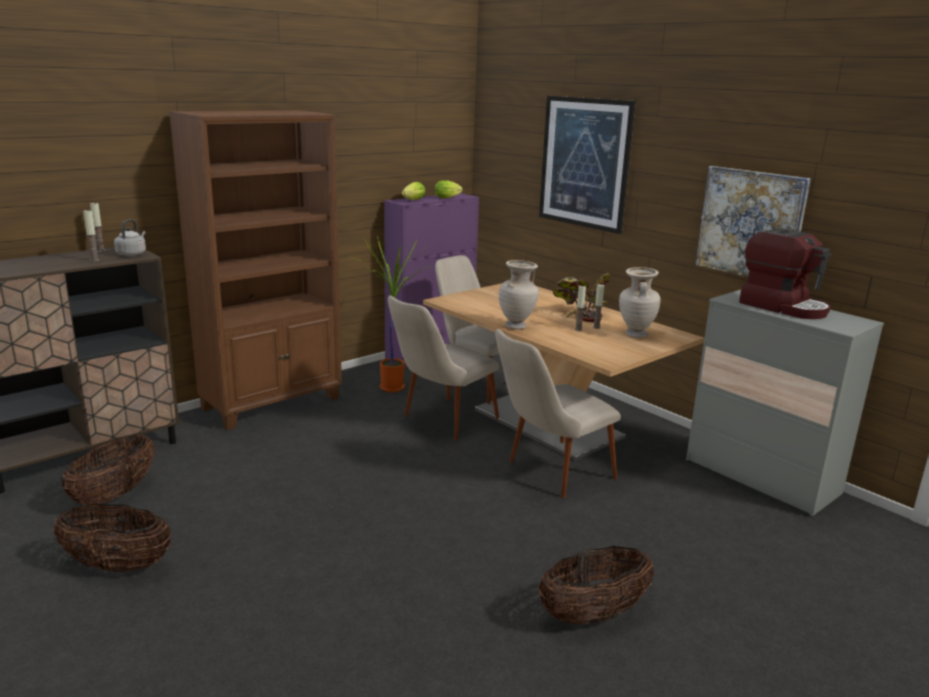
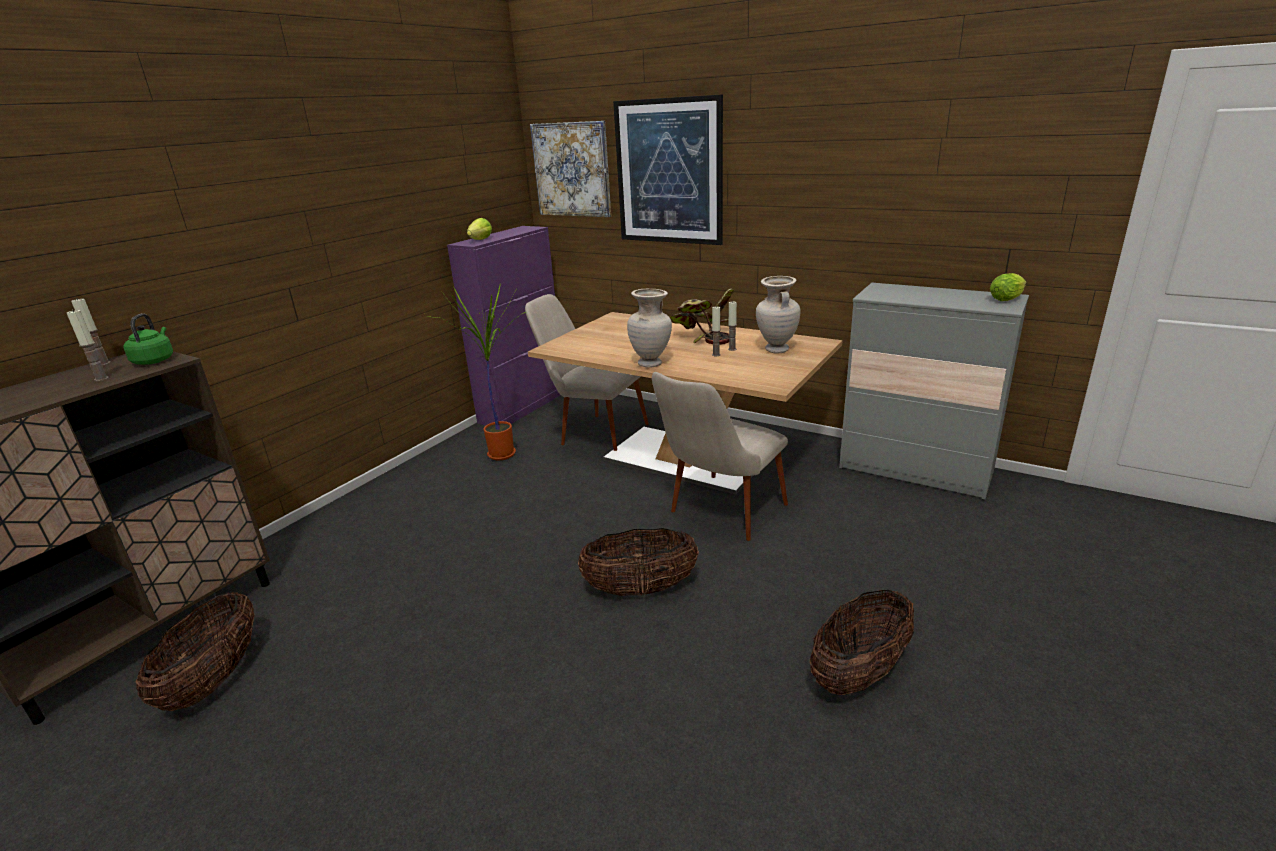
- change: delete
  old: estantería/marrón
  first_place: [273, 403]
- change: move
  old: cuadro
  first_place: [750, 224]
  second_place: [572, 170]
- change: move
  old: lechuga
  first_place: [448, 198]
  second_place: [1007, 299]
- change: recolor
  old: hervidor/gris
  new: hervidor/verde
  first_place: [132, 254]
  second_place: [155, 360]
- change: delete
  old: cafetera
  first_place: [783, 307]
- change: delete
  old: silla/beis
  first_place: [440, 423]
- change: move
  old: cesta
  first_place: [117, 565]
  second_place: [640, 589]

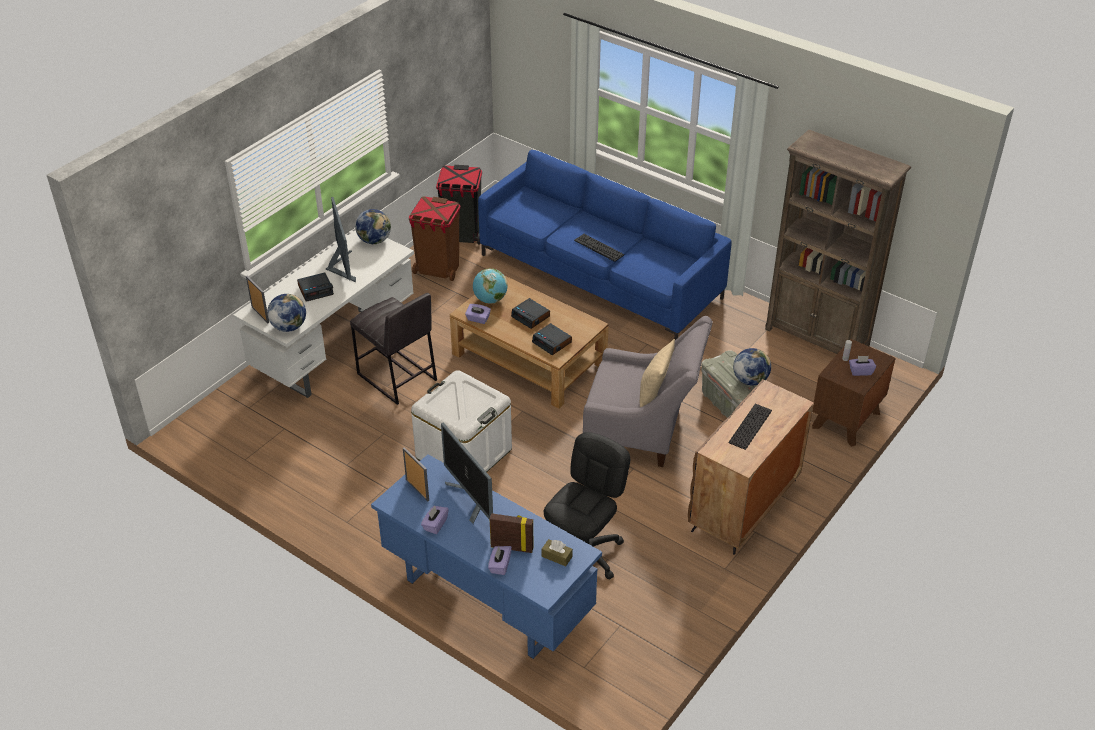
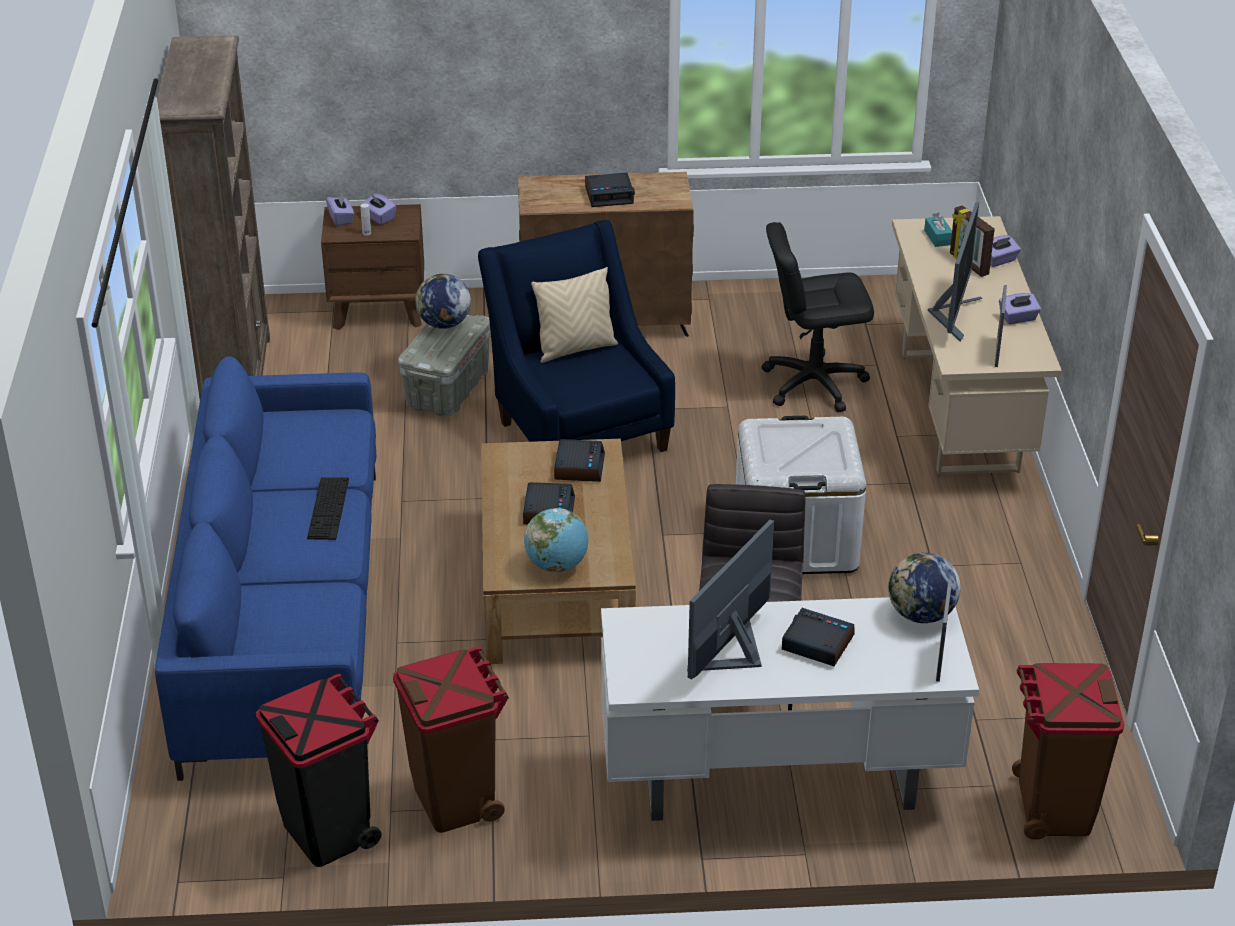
- change: delete
  old: globo terráqueo
  first_place: [374, 240]
- change: move
  old: caja de pañuelos/morado
  first_place: [478, 319]
  second_place: [341, 219]
- change: recolor
  old: sillón/gris
  new: sillón/azul
  first_place: [643, 432]
  second_place: [578, 429]
- change: replace
  old: teclado
  new: despertador
  first_place: [750, 426]
  second_place: [609, 195]
- change: recolor
  old: escritorio/azul
  new: escritorio/beis
  first_place: [486, 599]
  second_place: [960, 411]
- change: recolor
  old: caja de pañuelos/marrón
  new: caja de pañuelos/turquesa
  first_place: [557, 556]
  second_place: [938, 237]
- change: insert
  new: papelera/marrón
  second_place: [1052, 808]

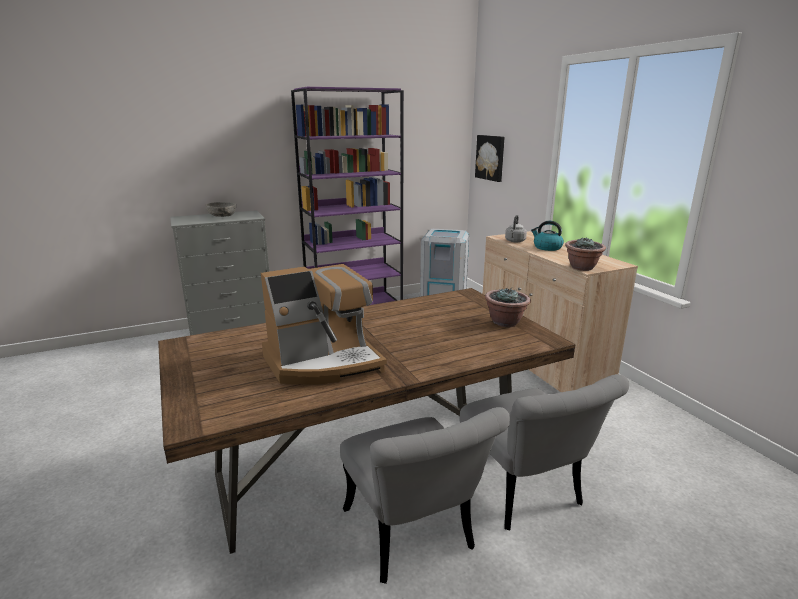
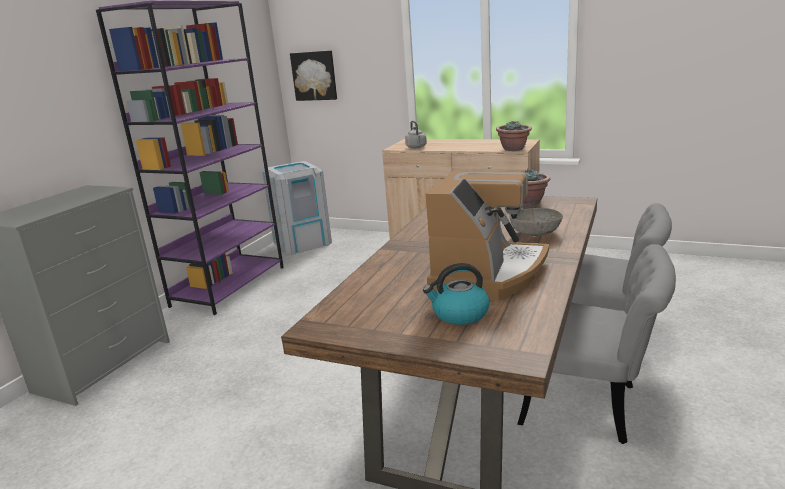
- change: move
  old: cuenco/gris
  first_place: [222, 216]
  second_place: [535, 233]
- change: move
  old: hervidor
  first_place: [547, 247]
  second_place: [459, 314]

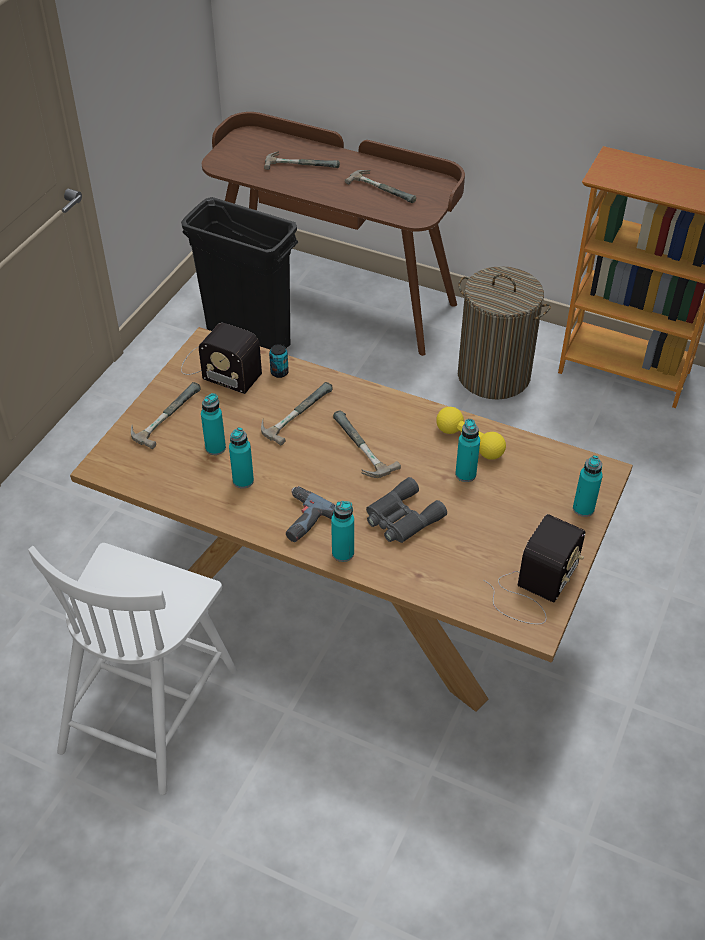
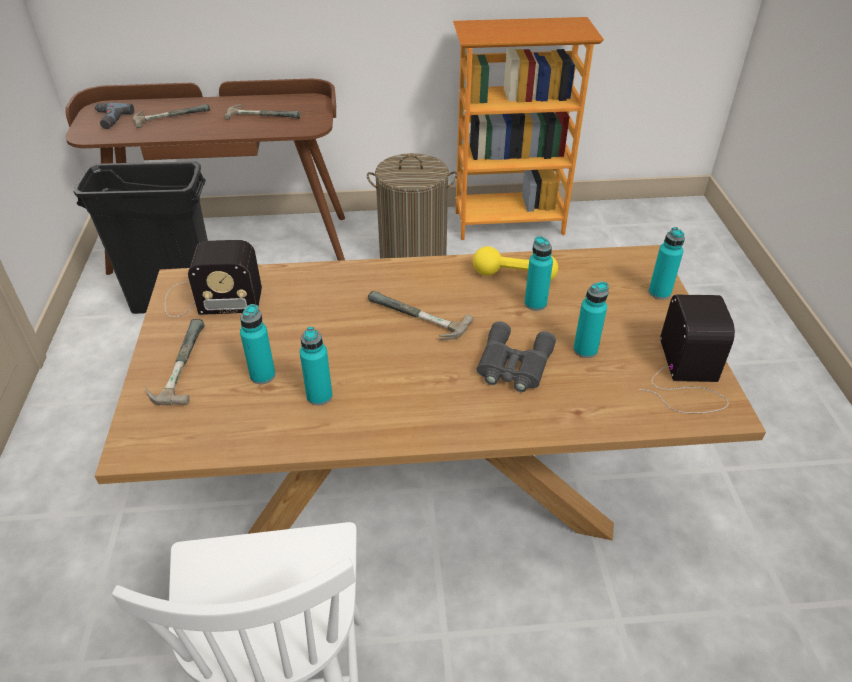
- change: delete
  old: lata
  first_place: [279, 372]
- change: delete
  old: martillo
  first_place: [294, 411]
- change: move
  old: taladro
  first_place: [301, 519]
  second_place: [108, 120]
- change: move
  old: botella/turquesa
  first_place: [343, 553]
  second_place: [585, 350]

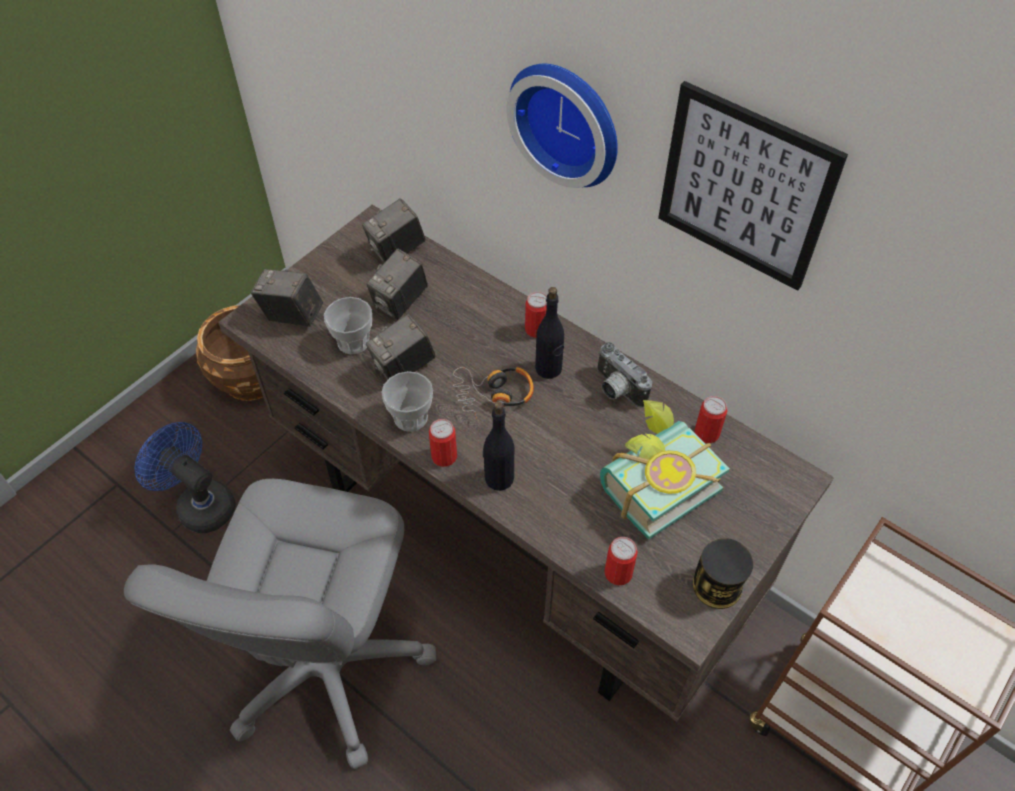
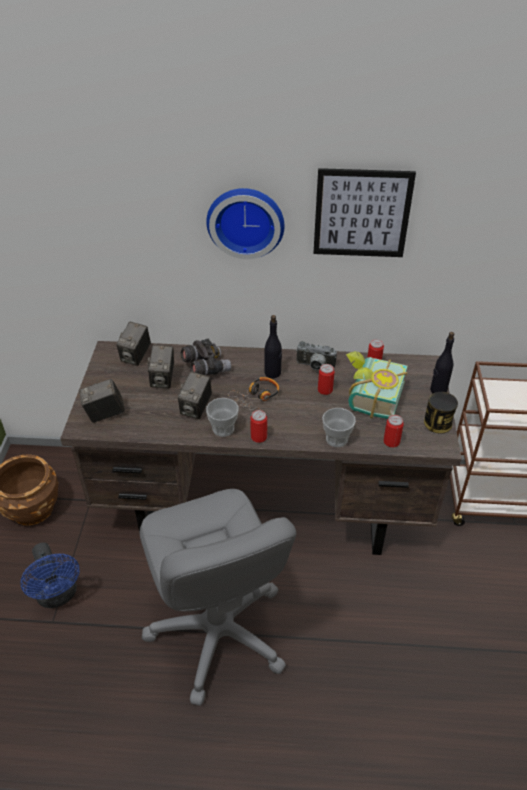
- change: move
  old: lata
  first_place: [536, 329]
  second_place: [325, 390]
- change: move
  old: taza
  first_place: [353, 342]
  second_place: [336, 439]
- change: move
  old: botella/negro
  first_place: [498, 478]
  second_place: [438, 390]
- change: rotate
  old: ventilador/azul
  first_place: [200, 504]
  second_place: [58, 596]
  degrees: -120
- change: insert
  new: prismáticos/gris
  second_place: [205, 368]

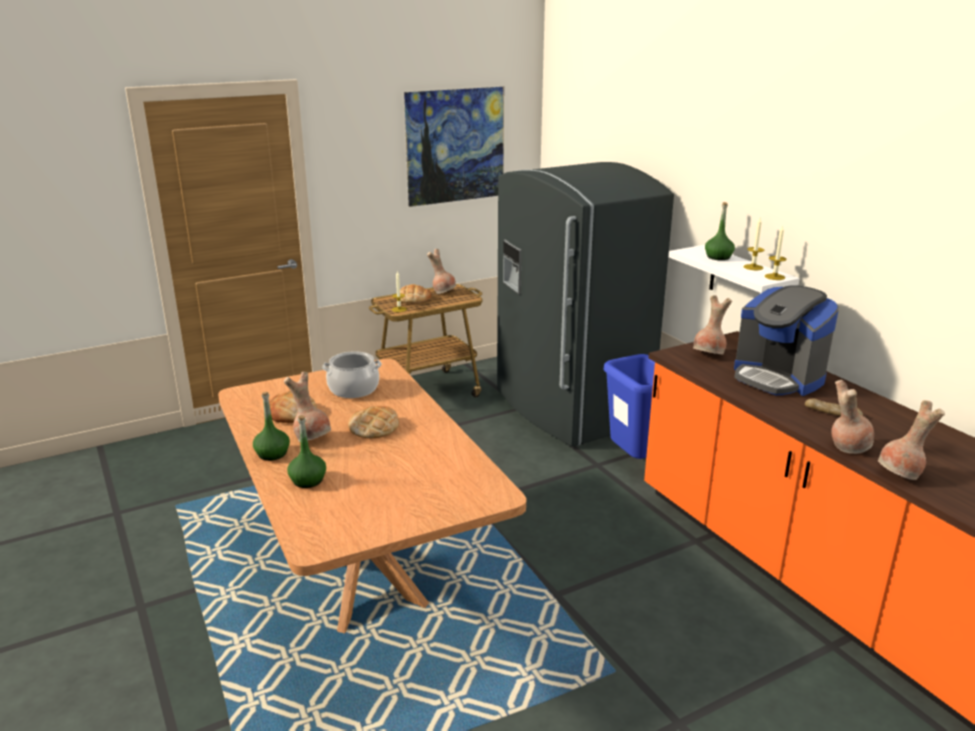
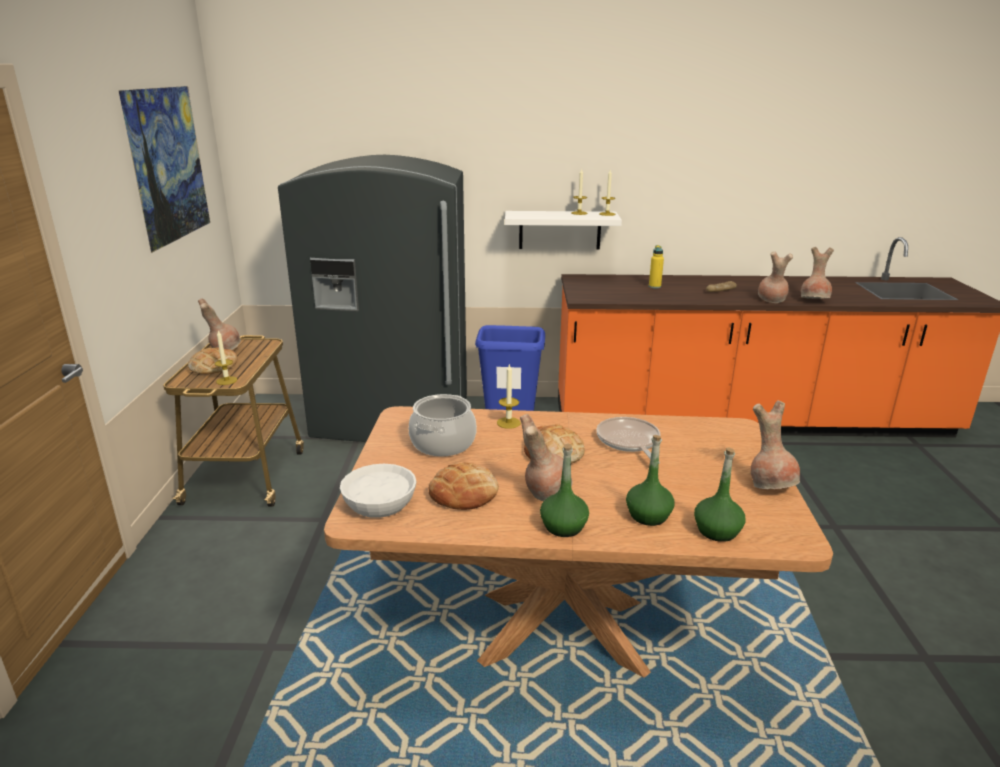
- change: move
  old: botella/verde
  first_place: [718, 257]
  second_place: [717, 531]
- change: replace
  old: cafetera
  new: botella/amarillo
  first_place: [777, 378]
  second_place: [654, 286]
- change: move
  old: florero/marrón
  first_place: [709, 354]
  second_place: [771, 486]
- change: insert
  new: vela
  second_place: [508, 423]
- change: insert
  new: sartén
  second_place: [629, 442]
- change: insert
  new: cuenco/blanco
  second_place: [380, 503]

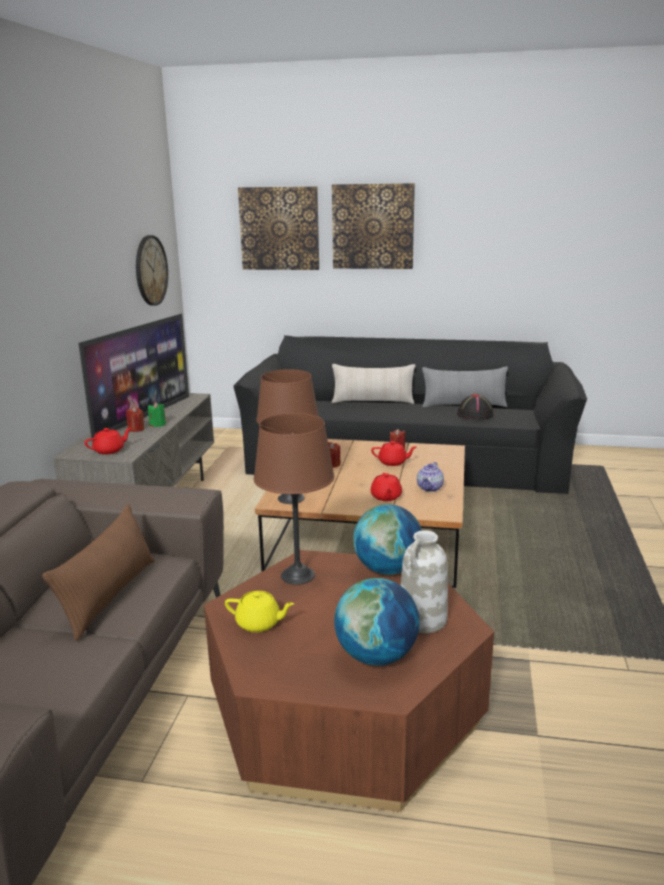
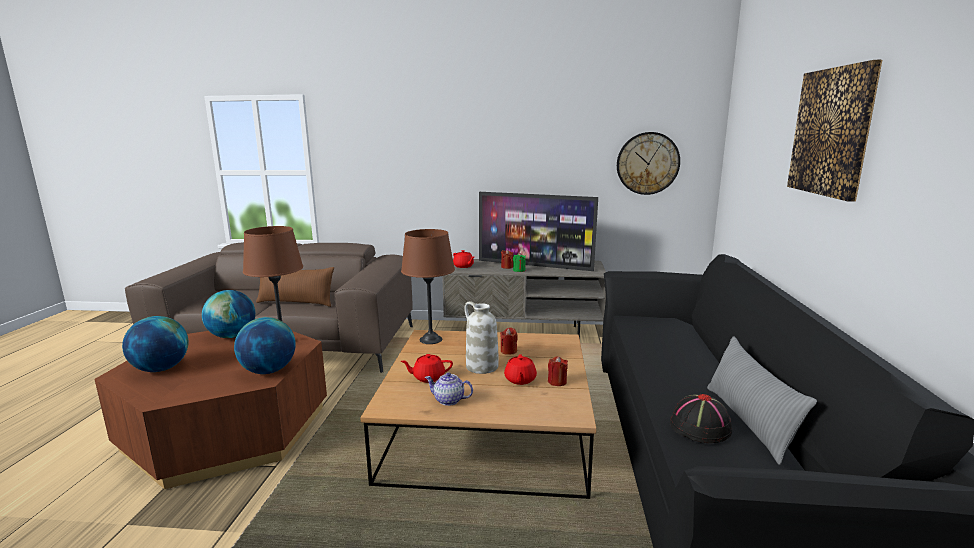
- change: delete
  old: cuadro
  first_place: [279, 228]
- change: delete
  old: cojín/beis
  first_place: [373, 401]
- change: move
  old: florero/blanco
  first_place: [423, 620]
  second_place: [481, 366]
- change: replace
  old: tetera/amarillo
  new: globo terráqueo
  first_place: [259, 623]
  second_place: [232, 336]

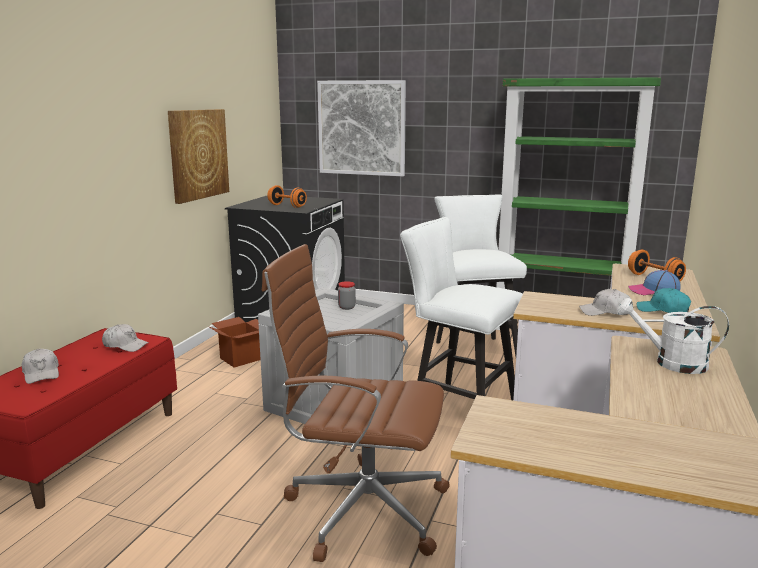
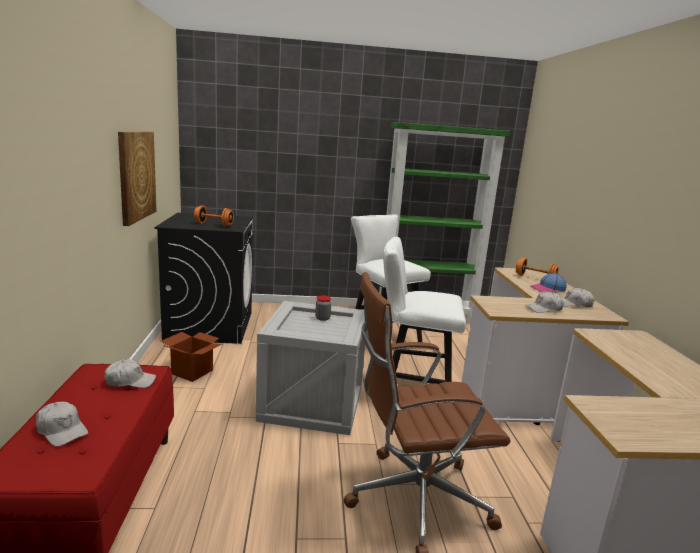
- change: delete
  old: cuadro
  first_place: [361, 128]
- change: recolor
  old: gorra/turquesa
  new: gorra/blanco
  first_place: [663, 310]
  second_place: [574, 304]
- change: delete
  old: regadera/blanco
  first_place: [671, 363]

